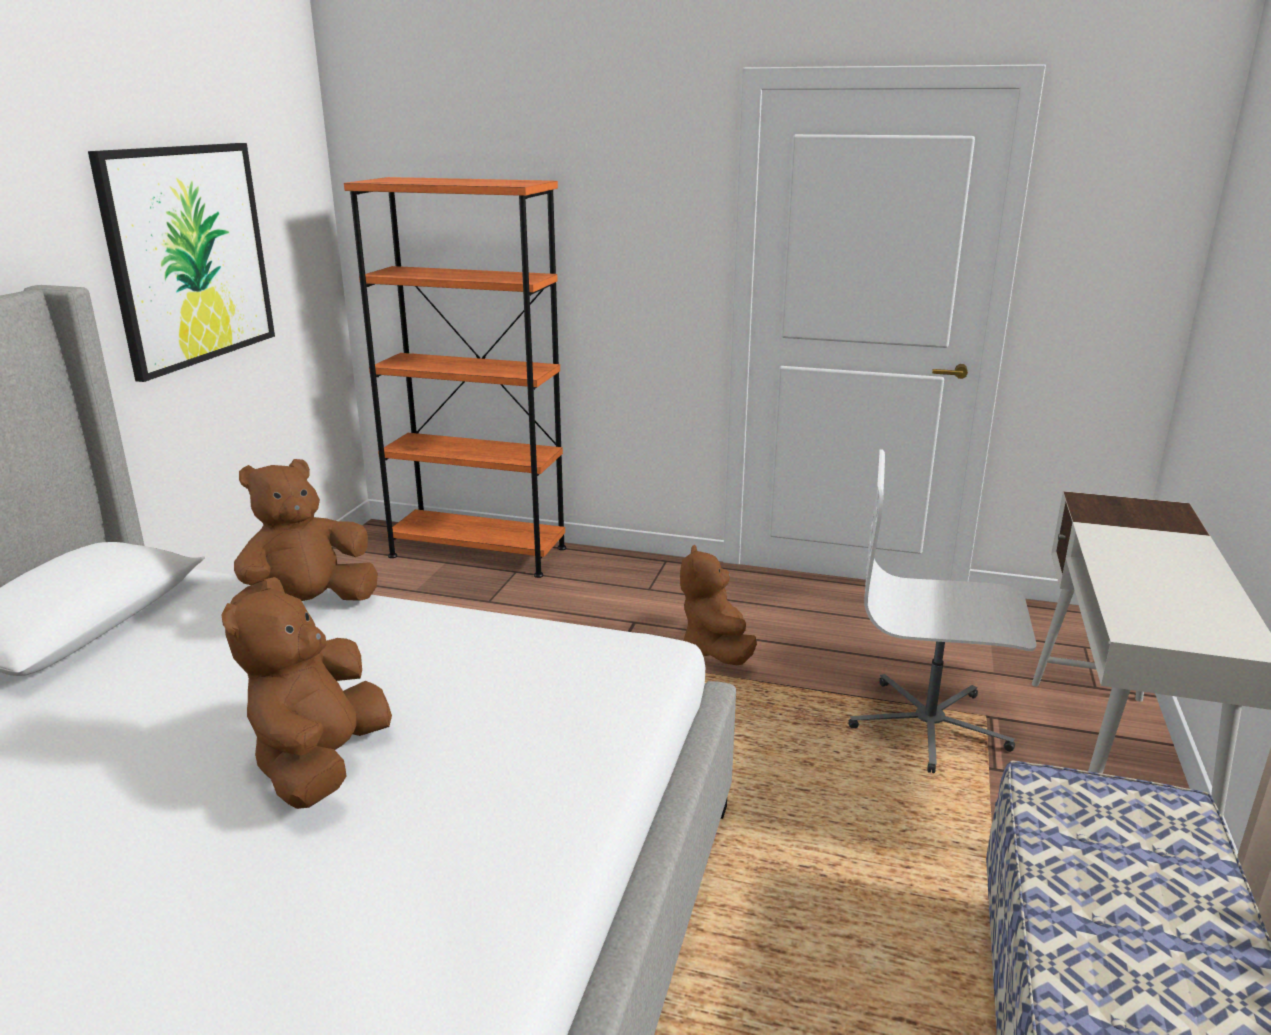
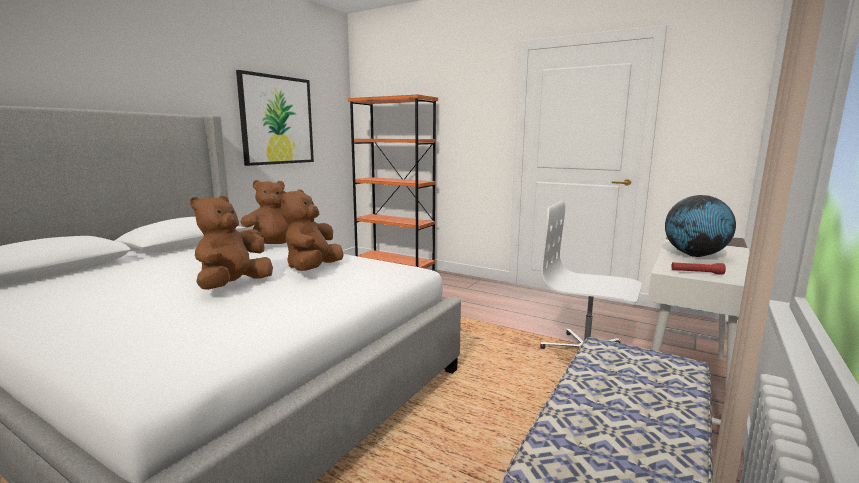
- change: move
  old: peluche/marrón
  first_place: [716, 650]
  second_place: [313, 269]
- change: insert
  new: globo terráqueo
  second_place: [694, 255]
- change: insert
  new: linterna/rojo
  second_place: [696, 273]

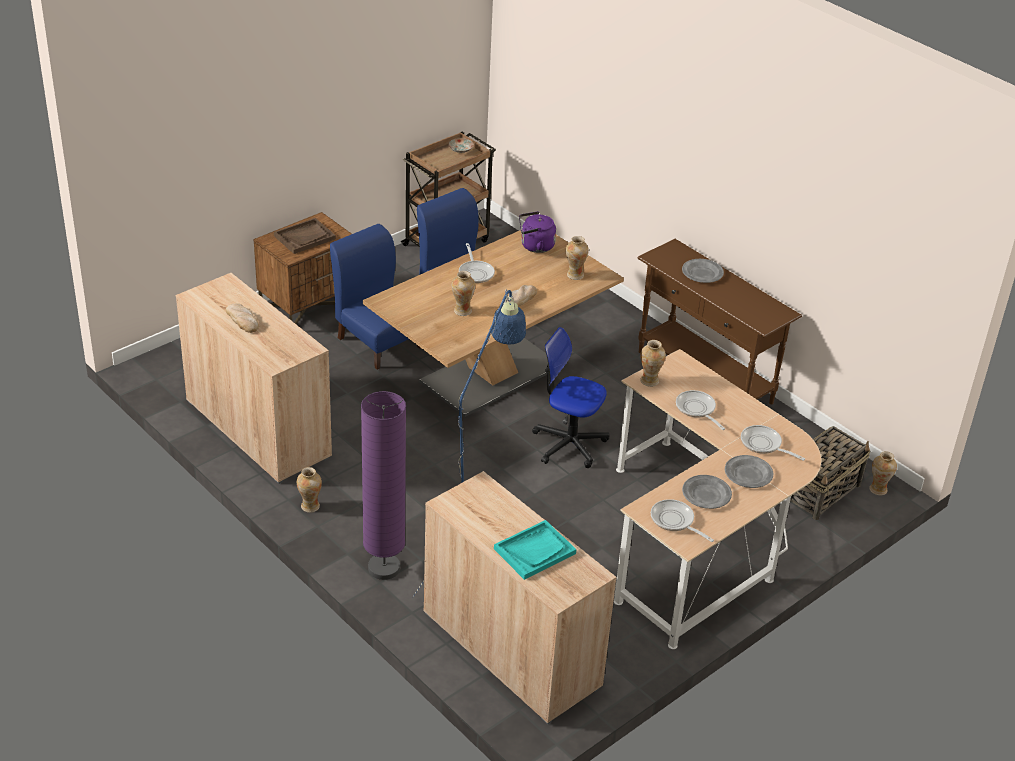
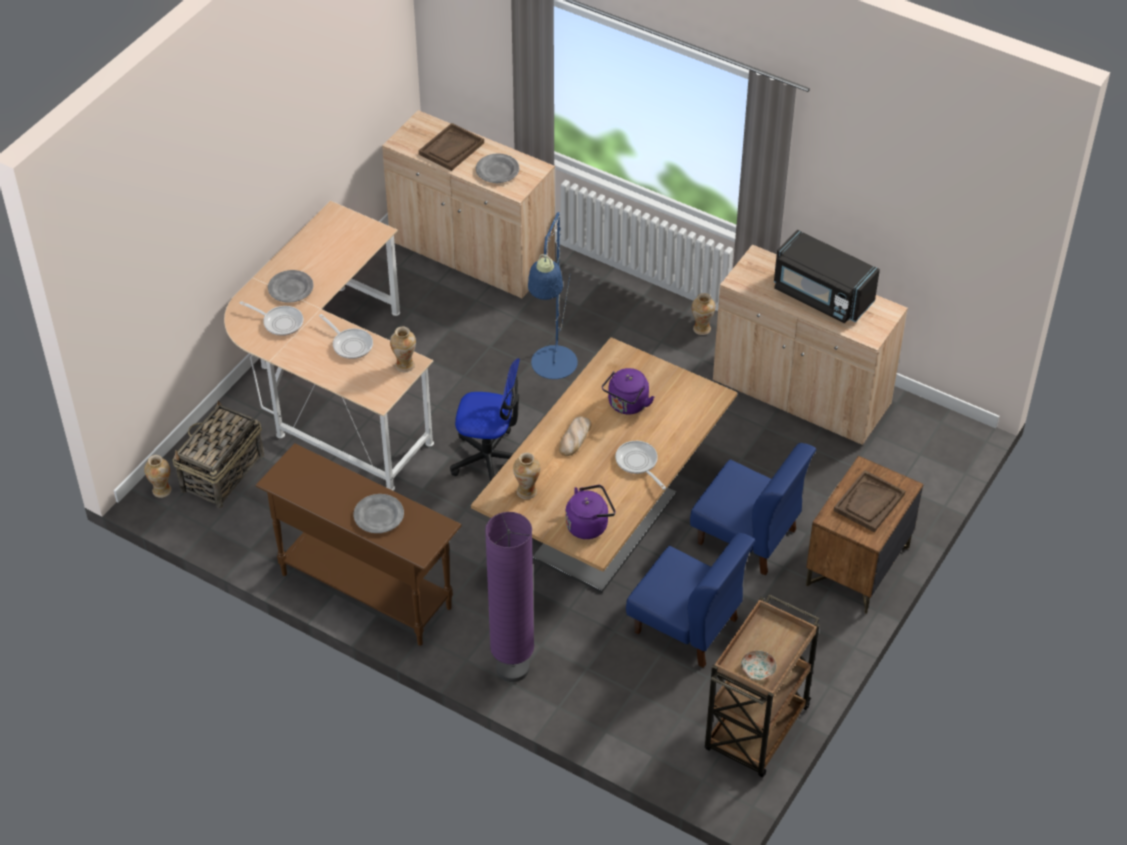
- change: replace
  old: florero
  new: hervidor/morado
  first_place: [462, 311]
  second_place: [627, 405]
- change: replace
  old: pan
  new: microondas/negro
  first_place: [243, 320]
  second_place: [821, 296]
- change: move
  old: lámpara de pie/morado
  first_place: [384, 568]
  second_place: [512, 668]
- change: move
  old: plato/gris
  first_place: [706, 494]
  second_place: [497, 171]
- change: delete
  old: sartén
  first_place: [674, 521]
- change: recolor
  old: bandeja/turquesa
  new: bandeja/marrón
  first_place: [534, 551]
  second_place: [451, 148]

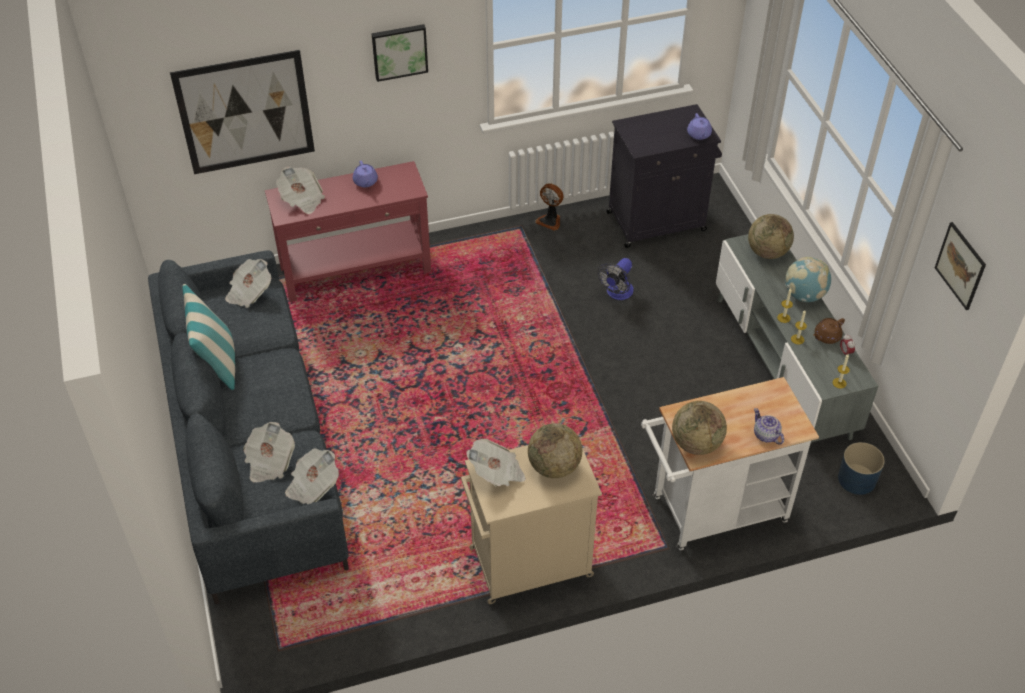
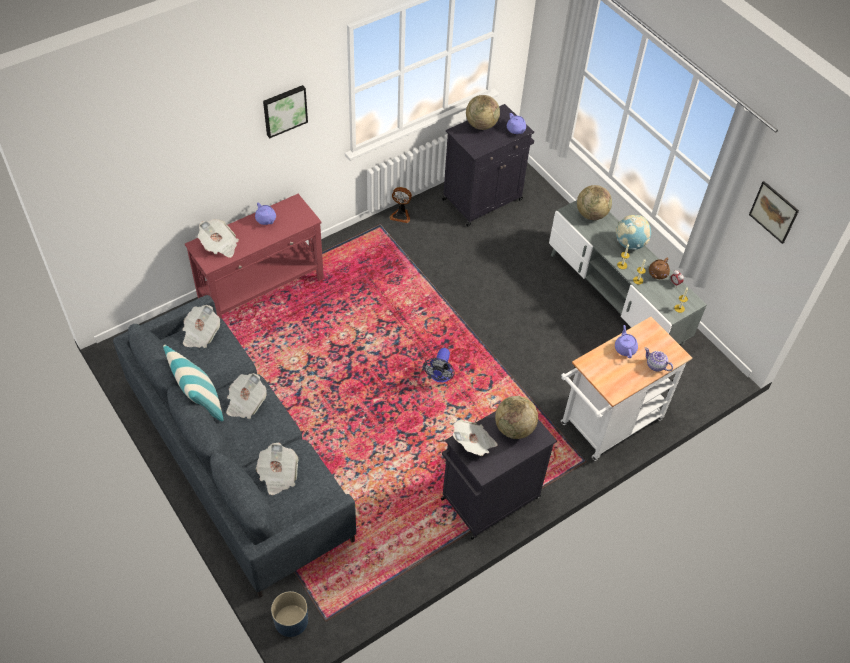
- change: delete
  old: cuadro
  first_place: [245, 113]
- change: move
  old: ventilador
  first_place: [617, 293]
  second_place: [440, 377]
- change: move
  old: globo terráqueo
  first_place: [696, 444]
  second_place: [481, 125]
- change: move
  old: maceta/azul
  first_place: [856, 479]
  second_place: [291, 620]
- change: recolor
  old: armario/beis
  new: armario/negro
  first_place: [528, 563]
  second_place: [488, 500]
- change: move
  old: periódico
  first_place: [312, 486]
  second_place: [245, 403]
- change: insert
  new: tetera/morado
  second_place: [625, 348]

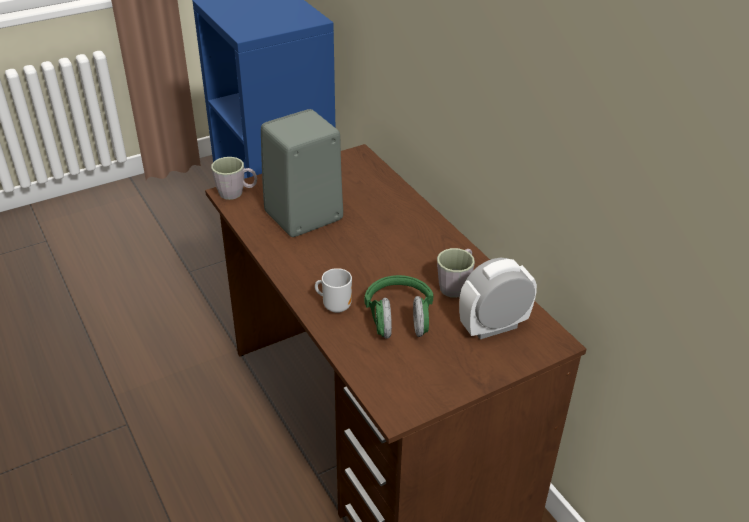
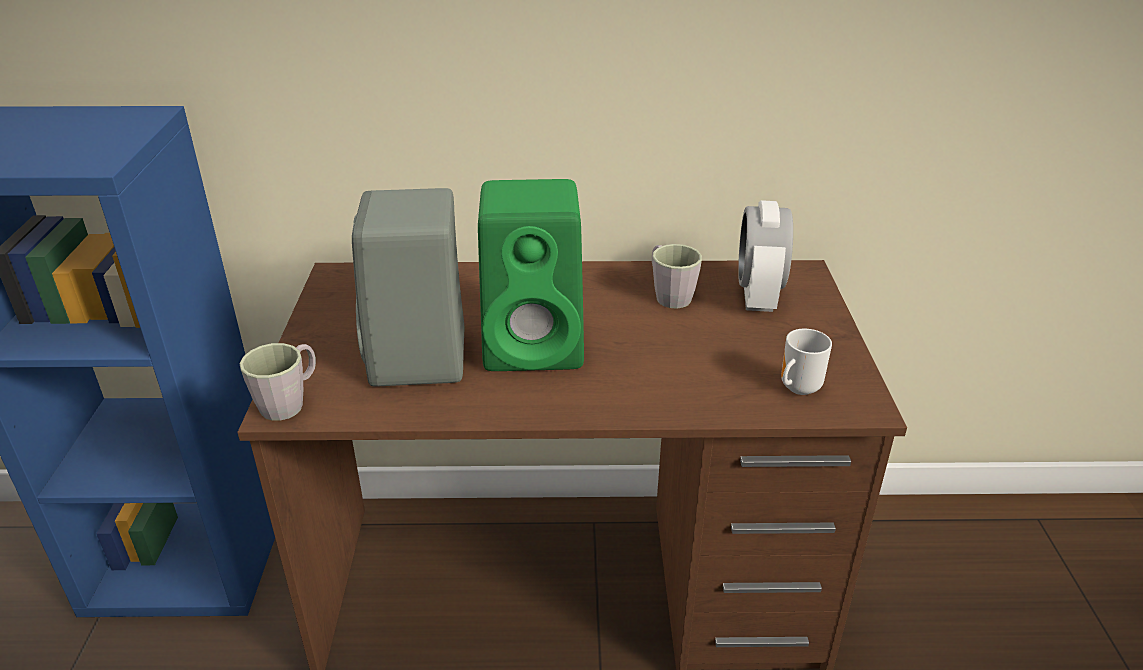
- change: move
  old: taza grande
  first_place: [335, 306]
  second_place: [796, 388]
- change: delete
  old: auriculares/verde
  first_place: [399, 319]
- change: insert
  new: altavoz/verde
  second_place: [537, 345]

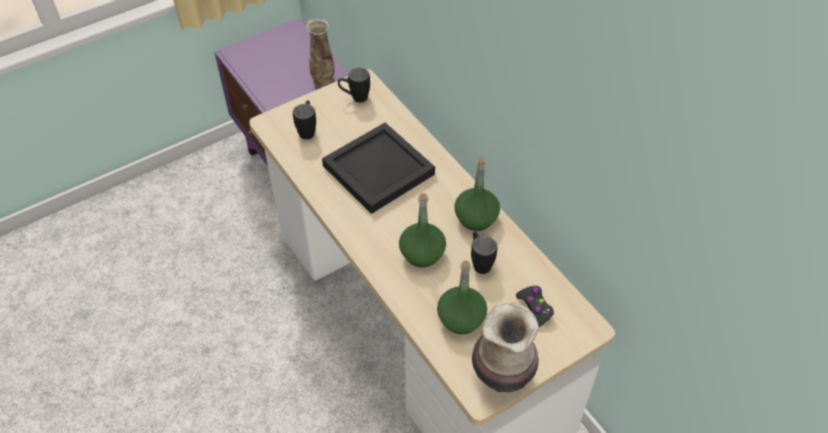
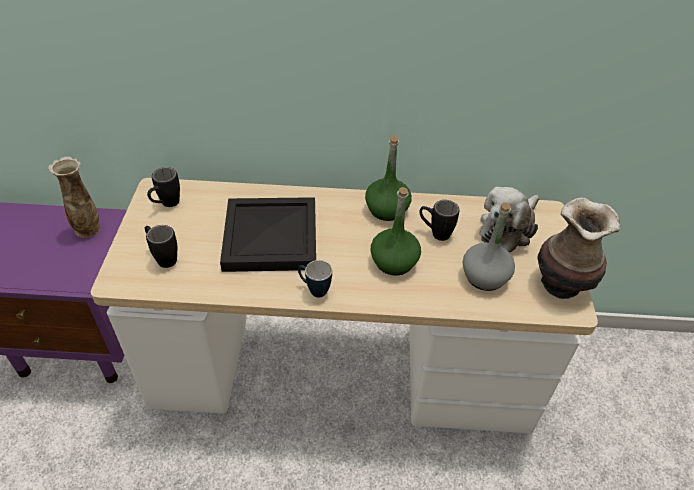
- change: recolor
  old: botella/verde
  new: botella/gris
  first_place: [461, 319]
  second_place: [485, 277]
- change: replace
  old: mando de consola/negro
  new: peluche
  first_place: [535, 308]
  second_place: [507, 229]
- change: insert
  new: taza grande
  second_place: [314, 290]

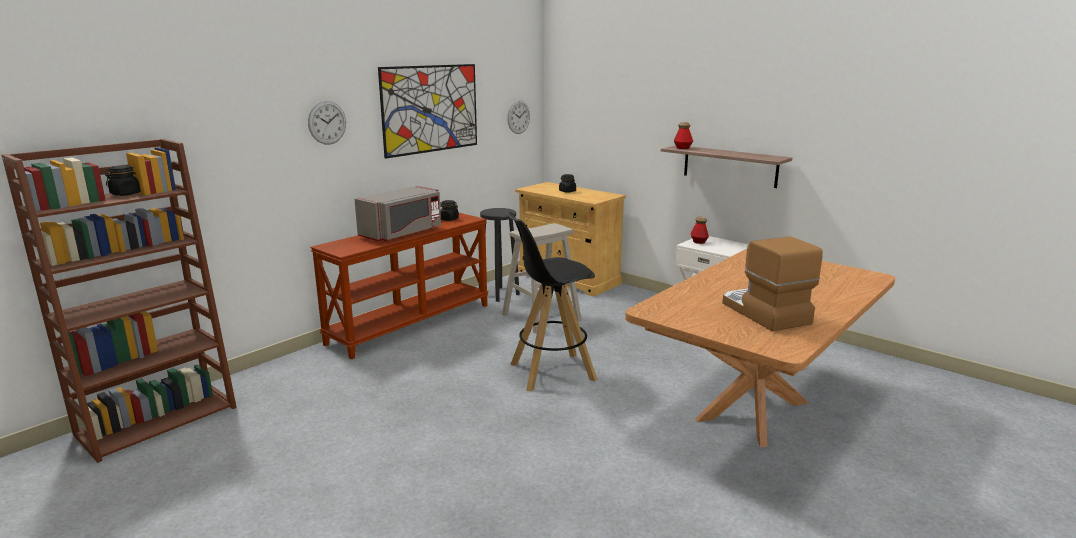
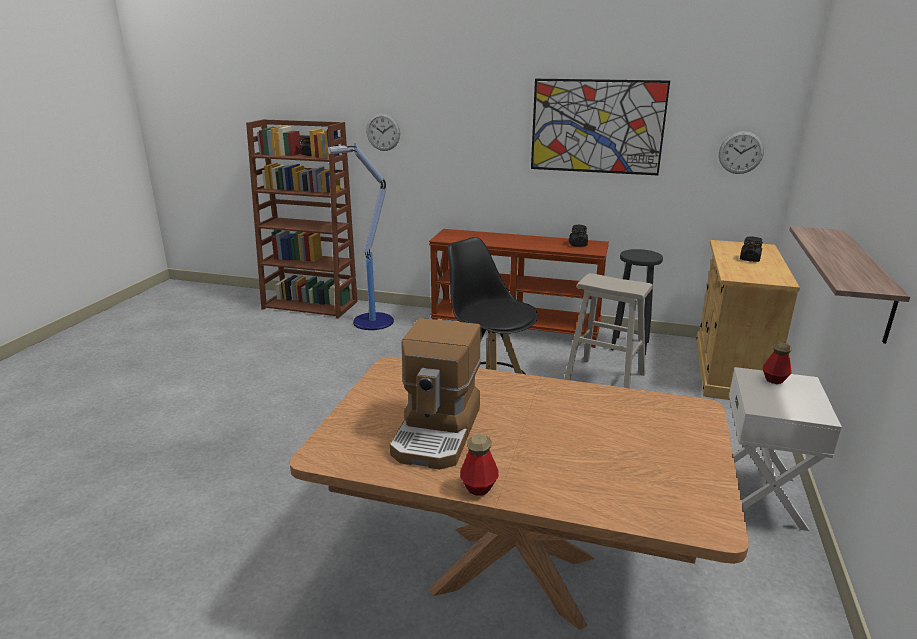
- change: move
  old: reloj de pared
  first_place: [327, 122]
  second_place: [383, 132]
- change: move
  old: botella
  first_place: [682, 148]
  second_place: [479, 487]
- change: delete
  old: microondas/gris
  first_place: [402, 233]
- change: rotate
  old: cafetera
  first_place: [763, 313]
  second_place: [438, 432]
  degrees: 150
- change: insert
  new: lámpara de pie
  second_place: [372, 322]

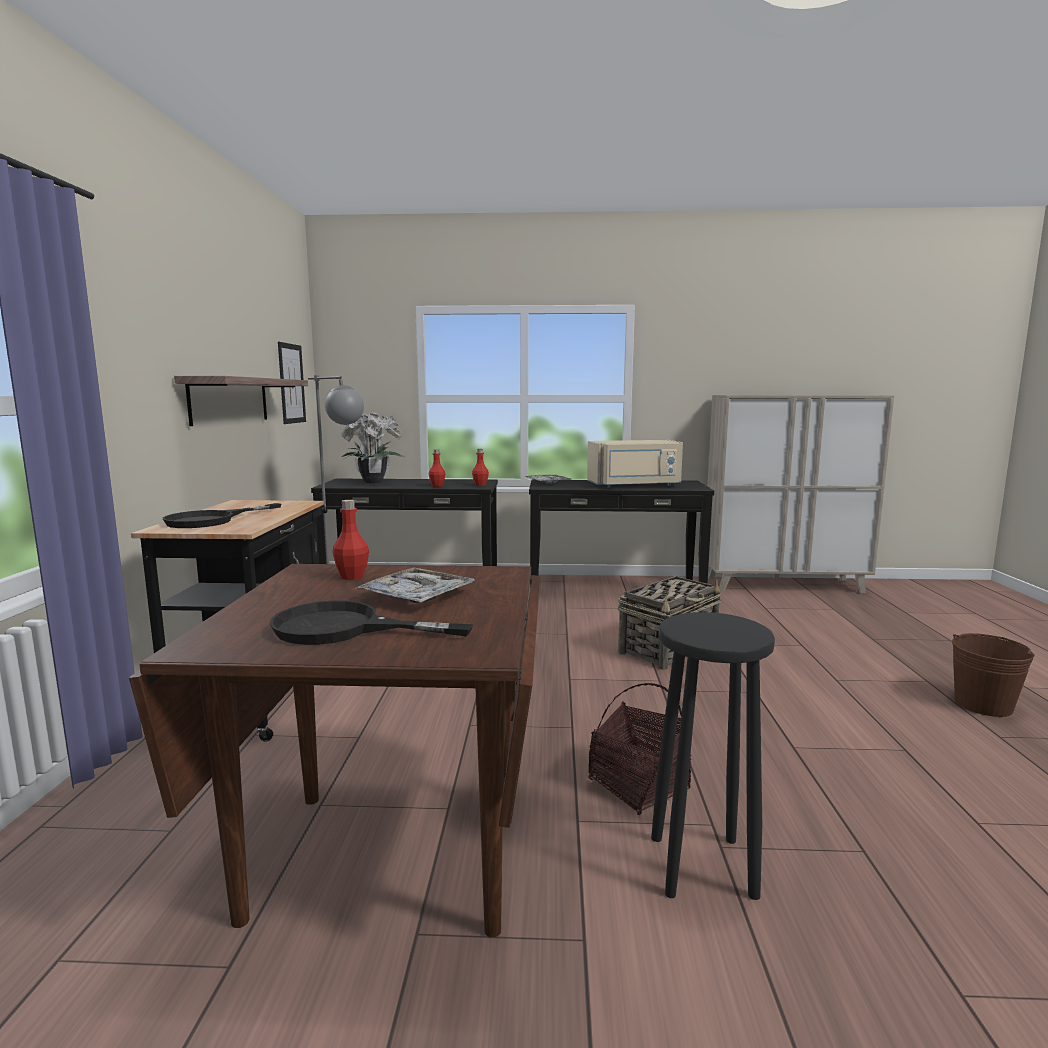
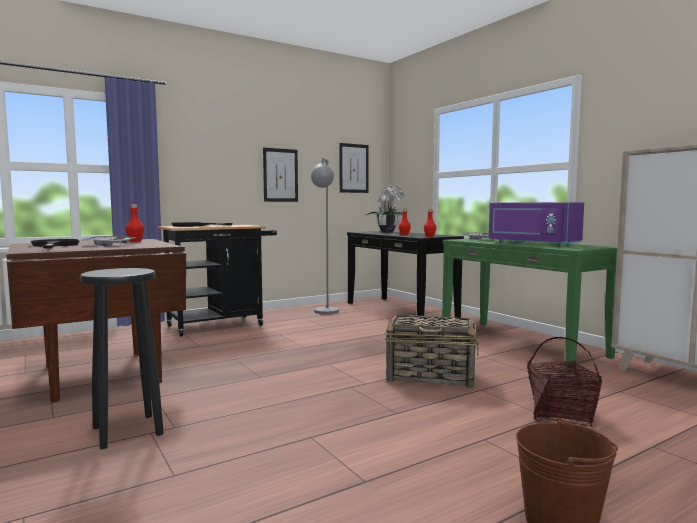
- change: replace
  old: estante
  new: cuadro
  first_place: [230, 400]
  second_place: [280, 175]
- change: recolor
  old: microondas/beis
  new: microondas/morado
  first_place: [635, 485]
  second_place: [531, 244]
- change: recolor
  old: mesa consola/negro
  new: mesa consola/verde
  first_place: [614, 590]
  second_place: [520, 343]
- change: move
  old: cesta
  first_place: [638, 784]
  second_place: [560, 413]

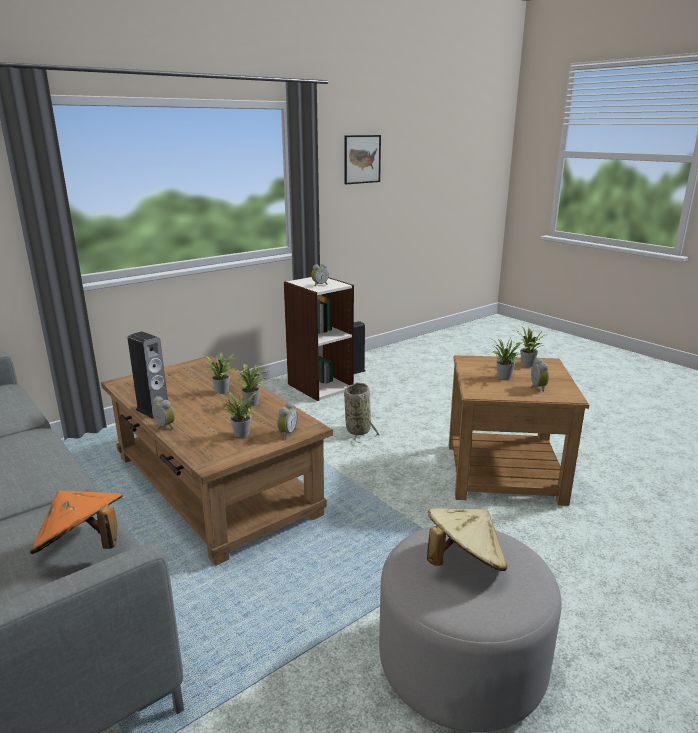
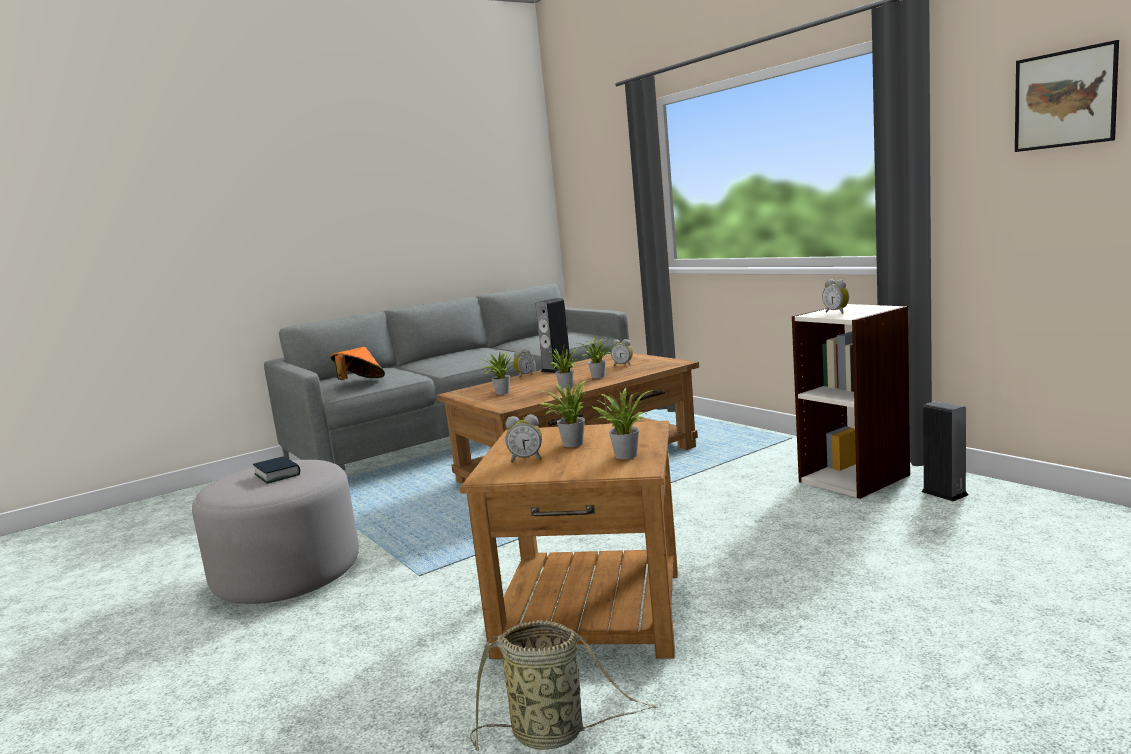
- change: move
  old: cesta
  first_place: [358, 429]
  second_place: [553, 734]
- change: move
  old: despertador
  first_place: [286, 433]
  second_place: [623, 365]
- change: replace
  old: sombrero/beis
  new: libro
  first_place: [464, 562]
  second_place: [277, 474]

